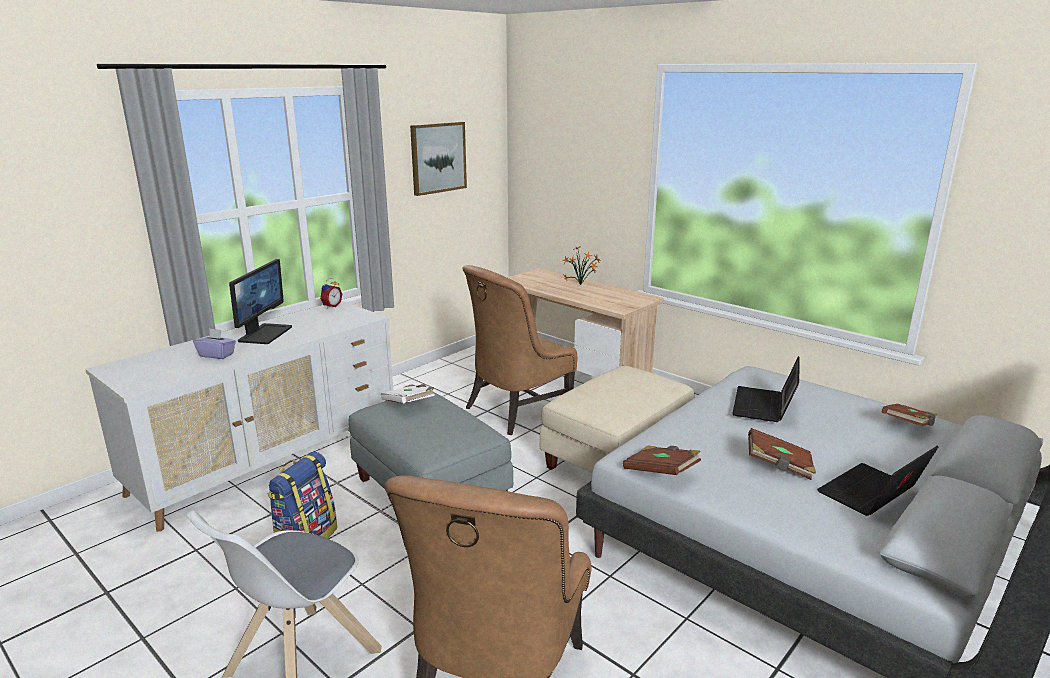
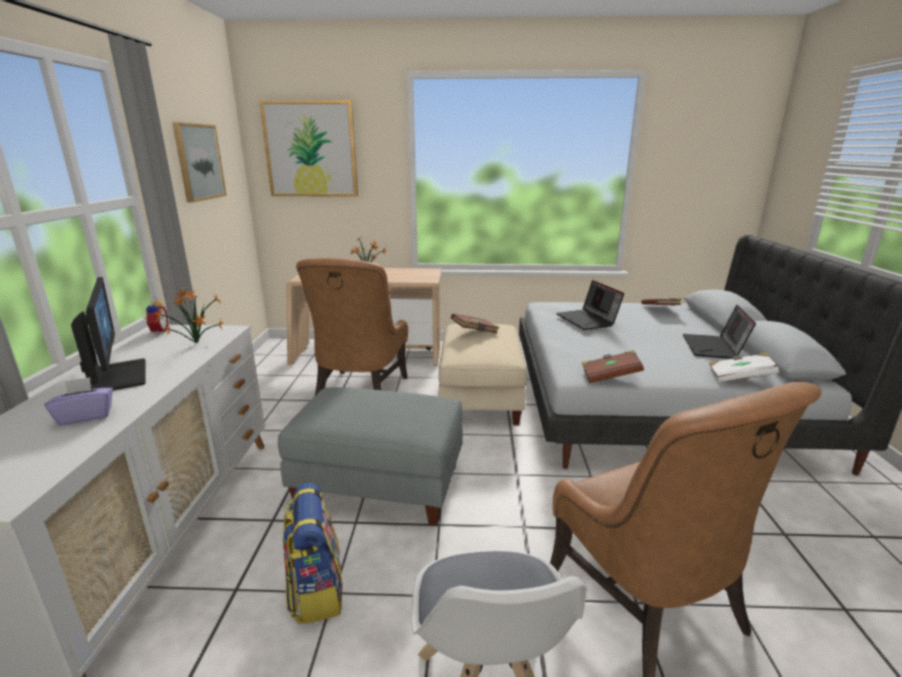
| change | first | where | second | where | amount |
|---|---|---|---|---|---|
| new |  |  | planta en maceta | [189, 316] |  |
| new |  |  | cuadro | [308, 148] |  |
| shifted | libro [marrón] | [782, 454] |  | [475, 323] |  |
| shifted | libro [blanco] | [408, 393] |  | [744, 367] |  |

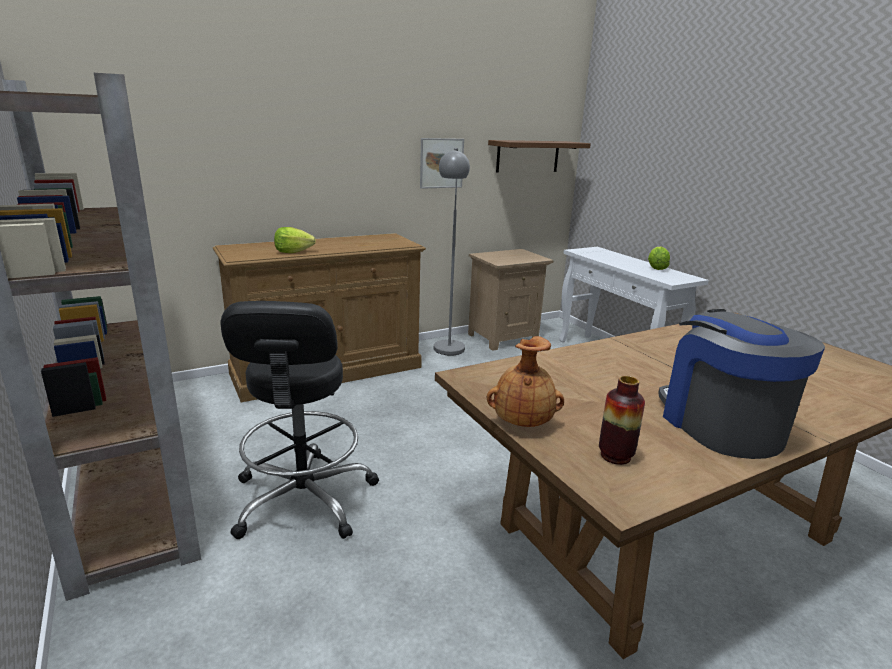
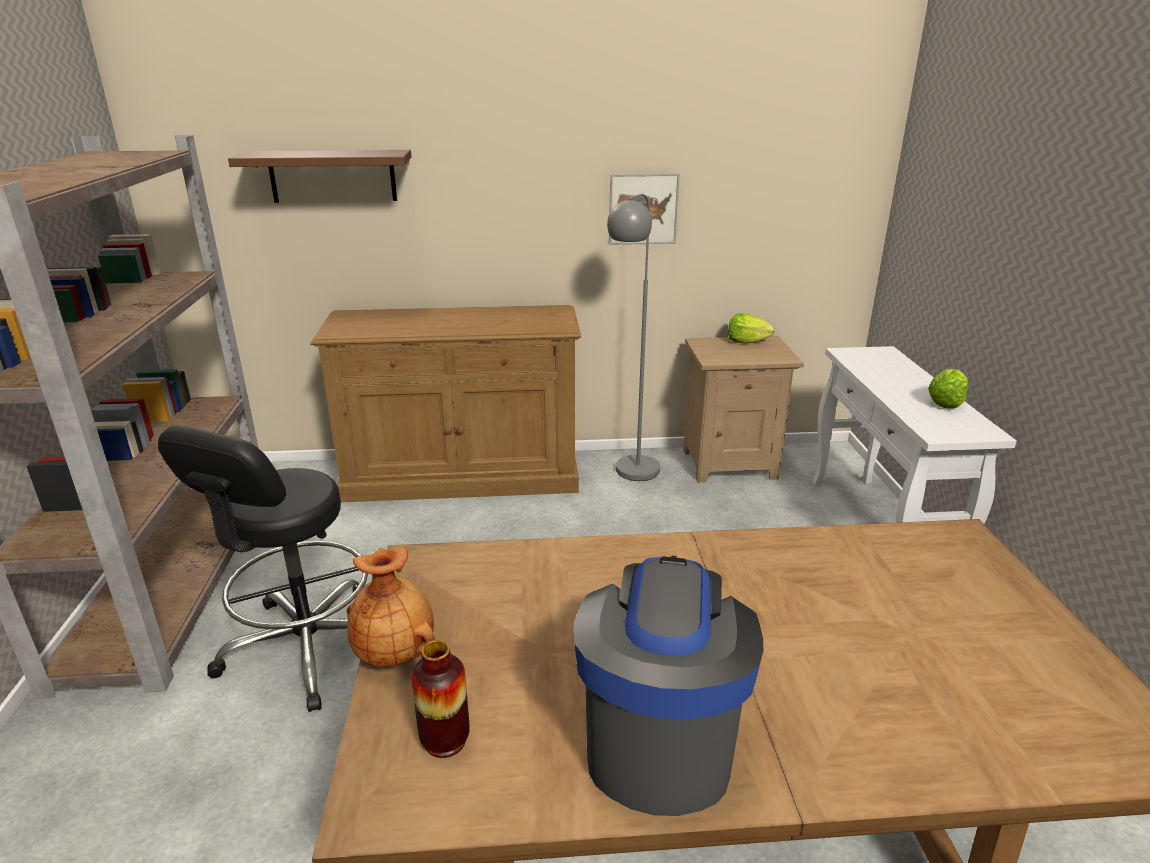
| change | first | where | second | where | amount |
|---|---|---|---|---|---|
| shifted | estante [marrón] | [539, 156] |  | [319, 176] |  |
| shifted | lechuga | [295, 240] |  | [751, 328] |  |

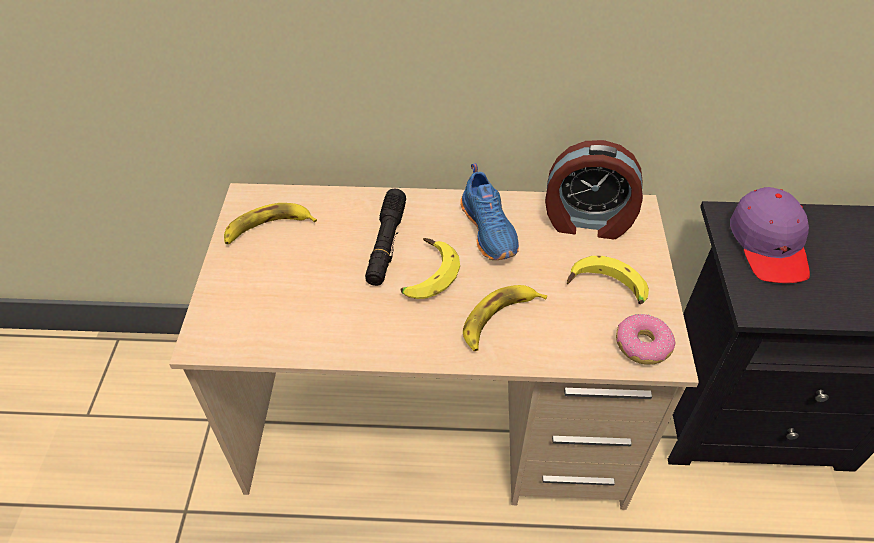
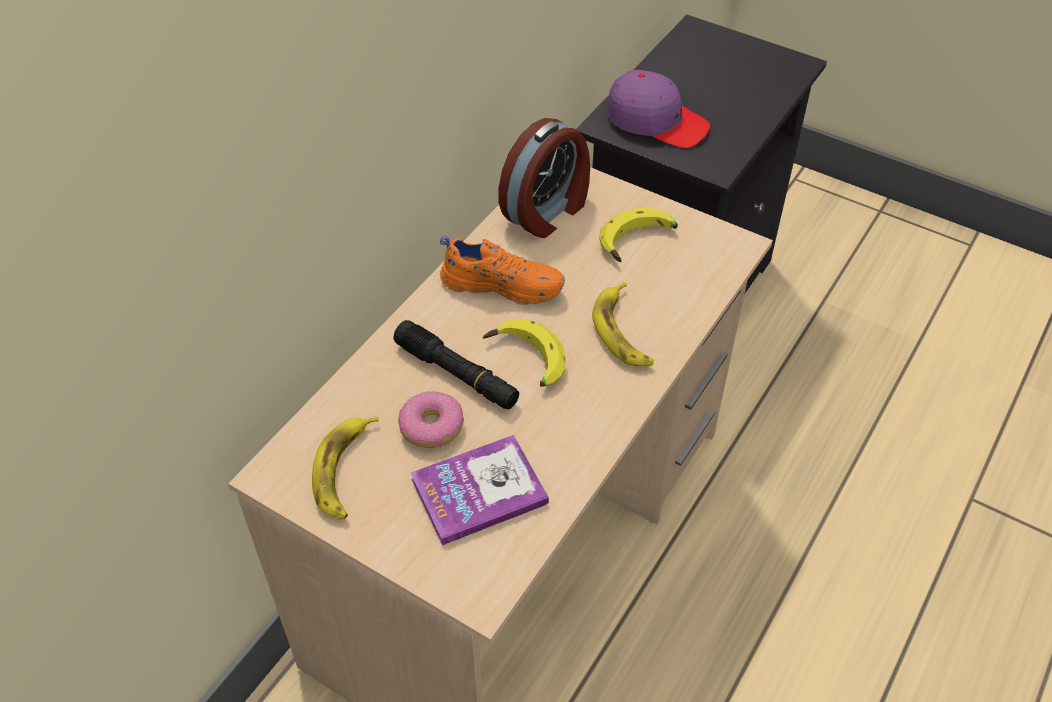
| change | first | where | second | where | amount |
|---|---|---|---|---|---|
| shifted | rosquilla | [645, 339] |  | [431, 419] |  |
| new |  |  | libro | [480, 490] |  |
| repainted | zapato [azul] | [489, 211] | zapato [naranja] | [502, 270] |  |

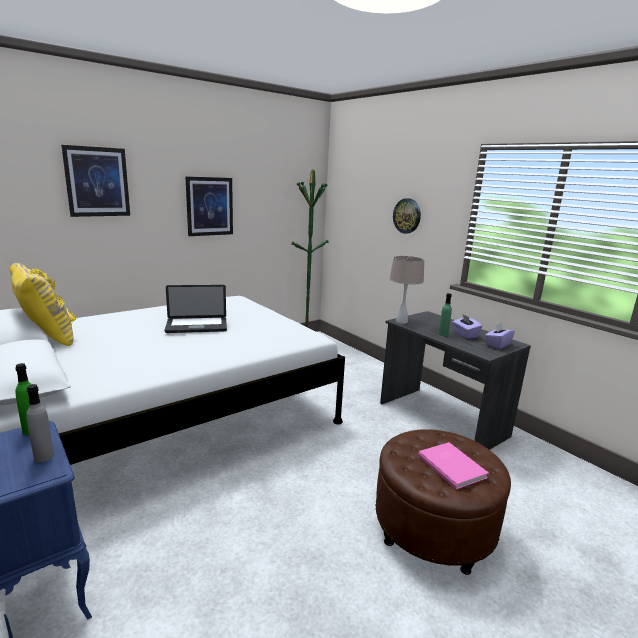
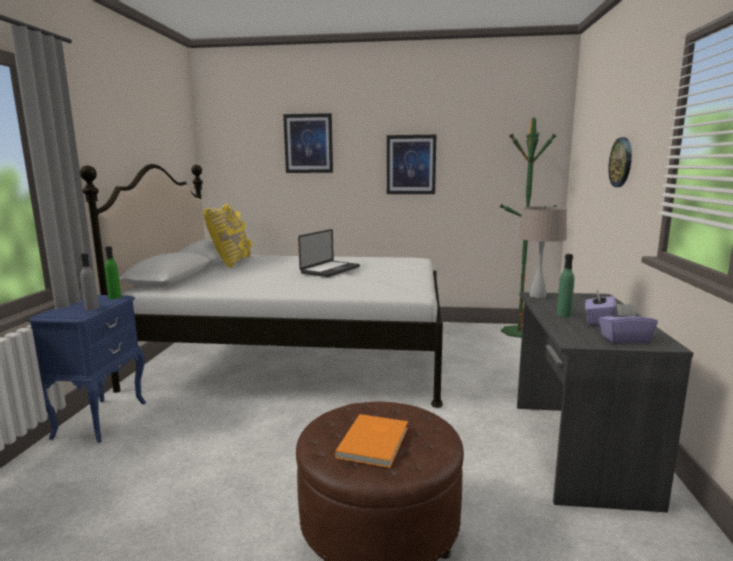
| change | first | where | second | where | amount |
|---|---|---|---|---|---|
| rotated | portátil | [196, 309] |  | [329, 253] | 90 degrees counterclockwise |
| repainted | libro [rosa] | [453, 465] | libro [naranja] | [371, 441] |  |

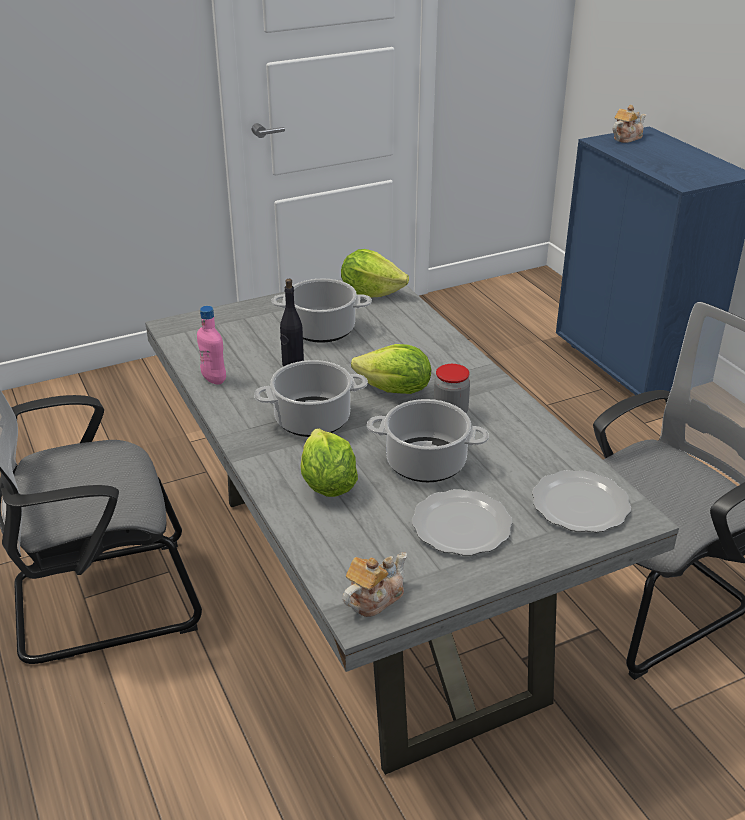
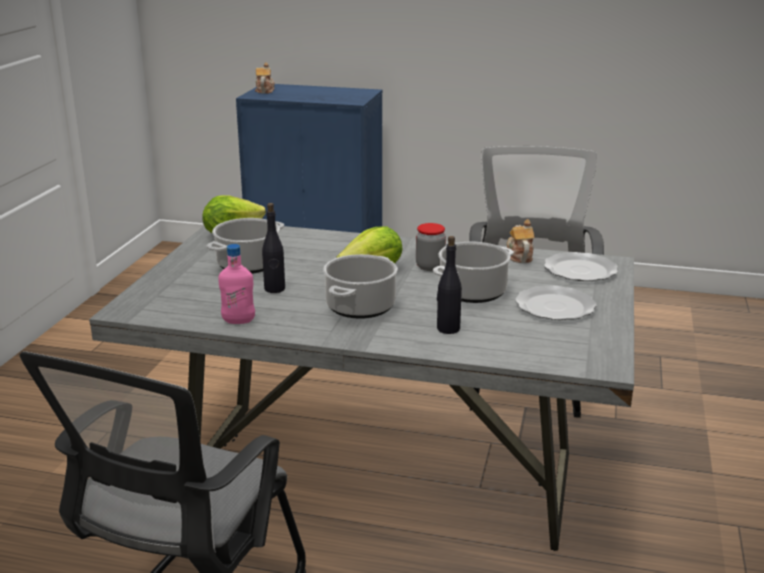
| change | first | where | second | where | amount |
|---|---|---|---|---|---|
| swapped | lechuga | [329, 462] | botella [negro] | [449, 285] |  |
| shifted | tetera | [374, 584] |  | [520, 241] |  |

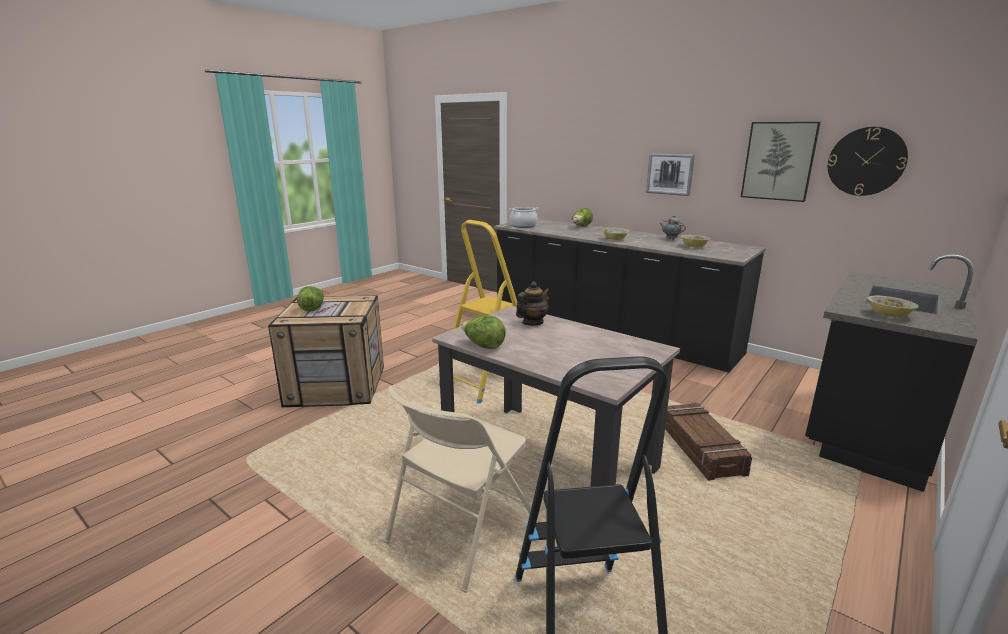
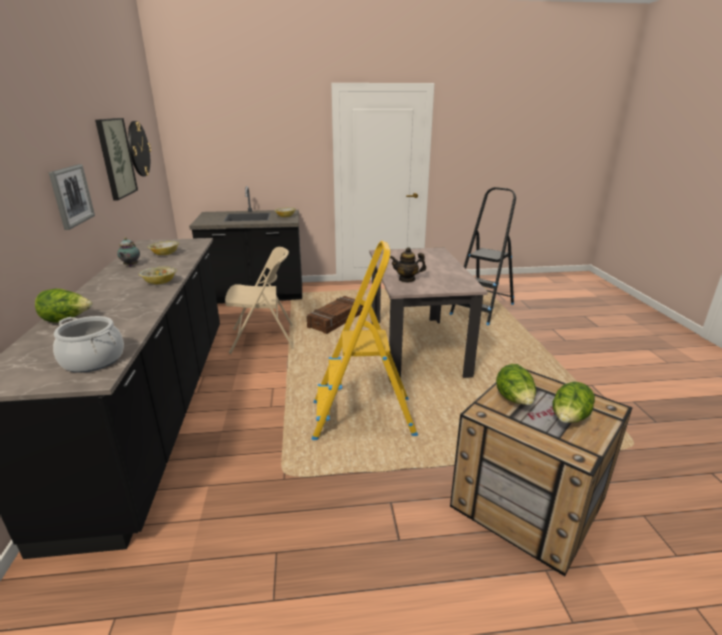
| change | first | where | second | where | amount |
|---|---|---|---|---|---|
| shifted | silla [beis] | [457, 489] |  | [259, 300] |  |
| shifted | lechuga | [483, 332] |  | [516, 384] |  |

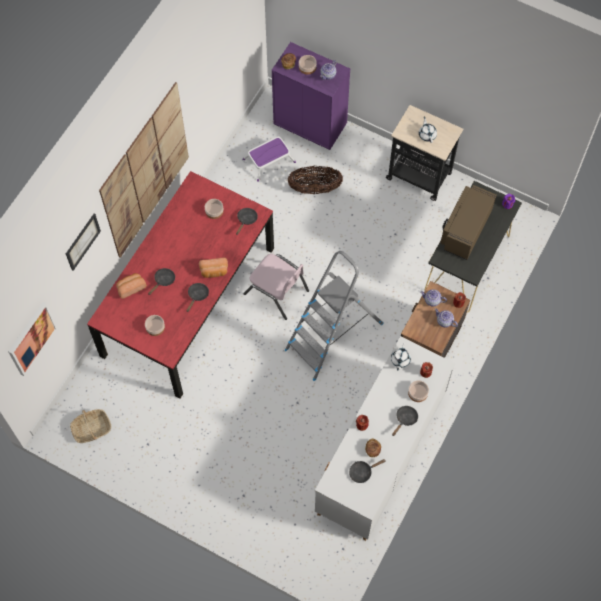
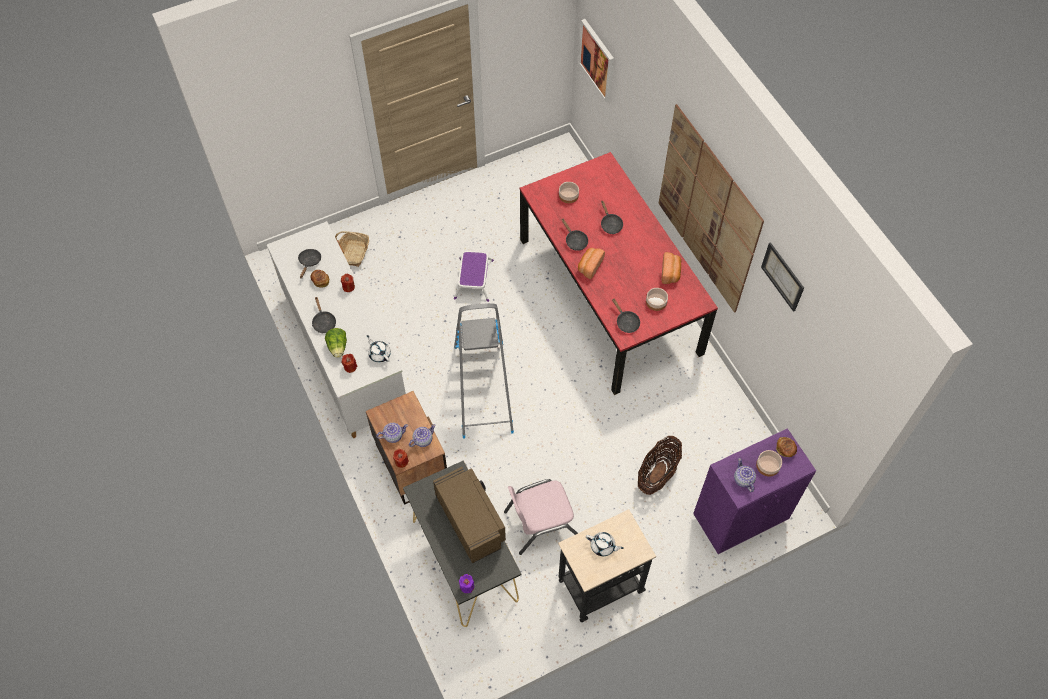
| change | first | where | second | where | amount |
|---|---|---|---|---|---|
| swapped | cuenco | [418, 391] | lechuga | [336, 343] |  |
| shifted | cesta | [90, 426] |  | [352, 249] |  |
| shifted | escalera de tijera [morado] | [269, 159] |  | [474, 276] |  |
| shifted | silla [rosa] | [276, 287] |  | [541, 517] |  |
| shifted | pan | [131, 286] |  | [671, 268] |  |
| shifted | cuadro | [83, 242] |  | [782, 277] |  |

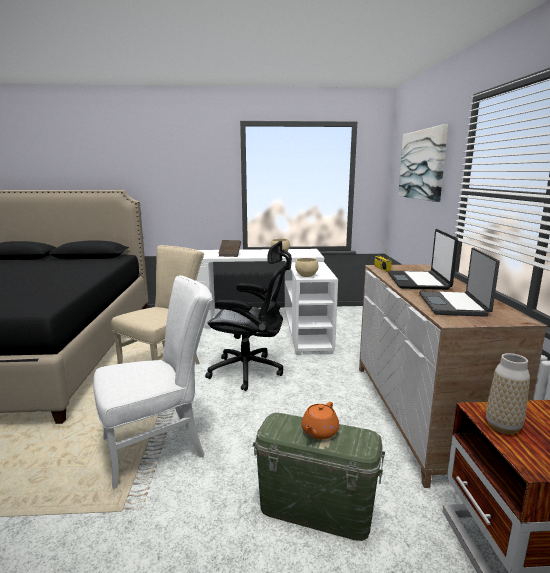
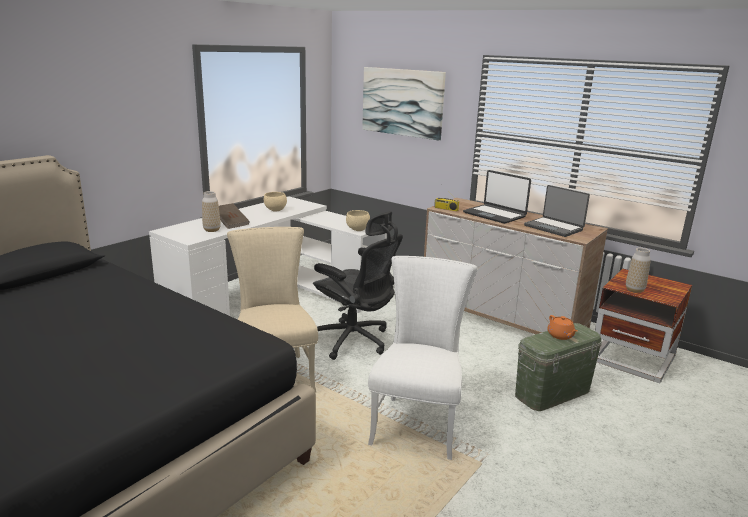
| change | first | where | second | where | amount |
|---|---|---|---|---|---|
| new |  |  | florero | [211, 211] |  |
| rotated | silla de oficina | [248, 316] |  | [358, 285] | 75 degrees clockwise |

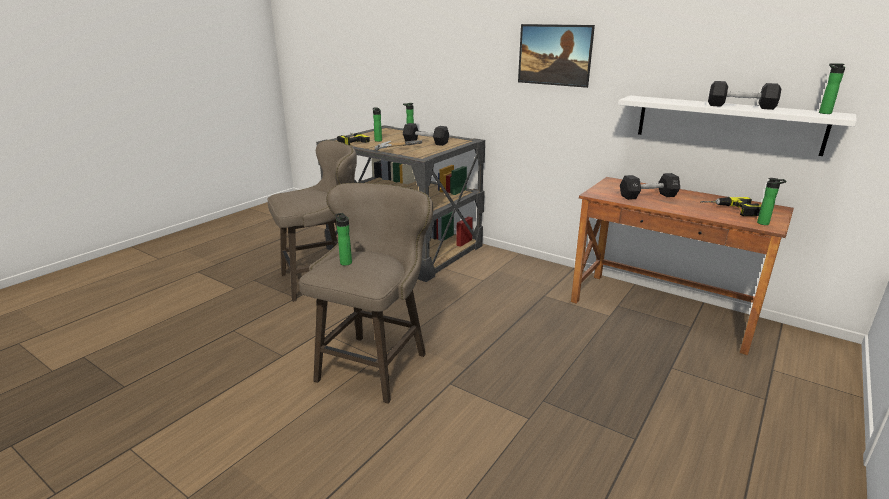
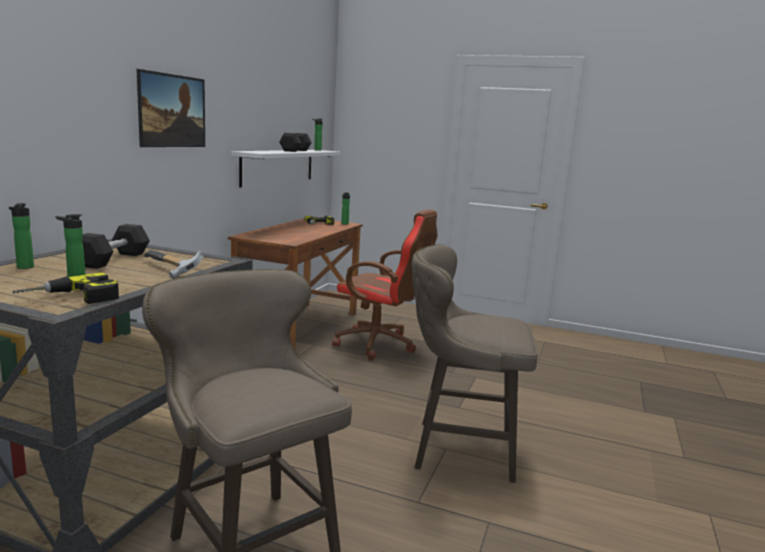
| change | first | where | second | where | amount |
|---|---|---|---|---|---|
| new |  |  | silla de oficina [marrón] | [385, 284] |  |
| gone | botella | [343, 239] |  |  |  |
| gone | mancuerna [negro] | [650, 186] |  |  |  |

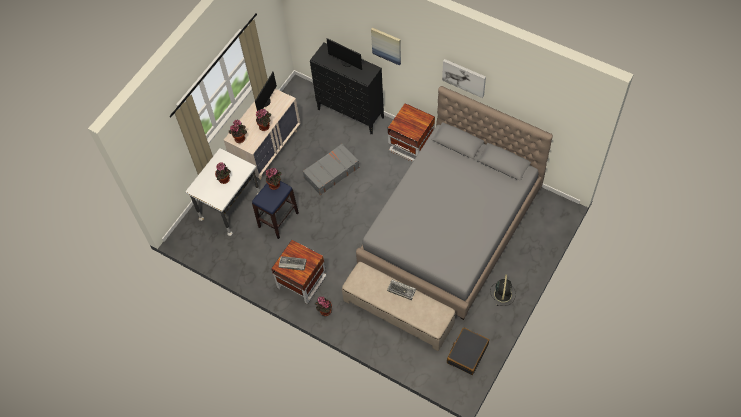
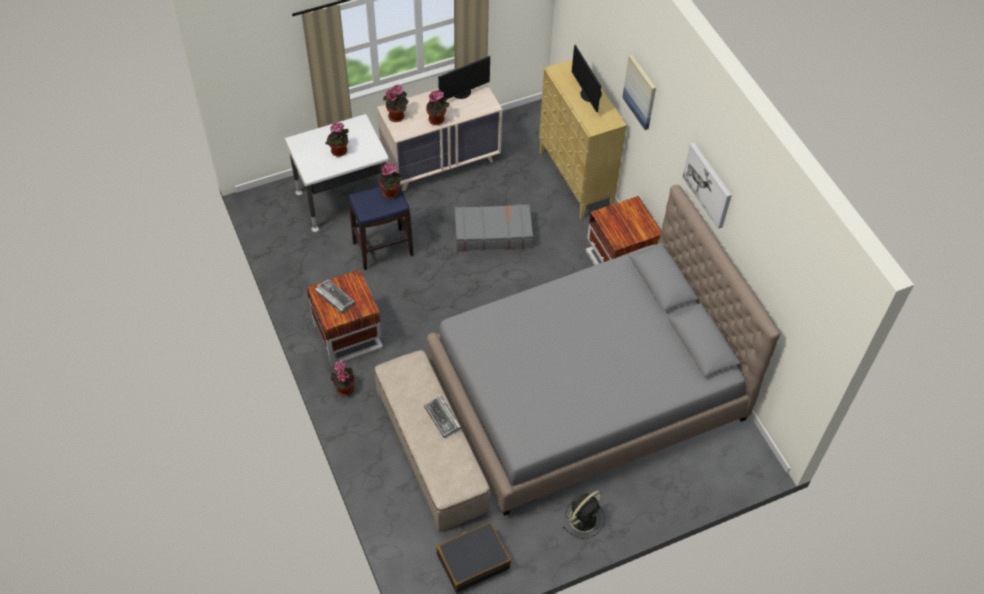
| change | first | where | second | where | amount |
|---|---|---|---|---|---|
| repainted | cómoda [negro] | [347, 89] | cómoda [beis] | [583, 139] |  |

